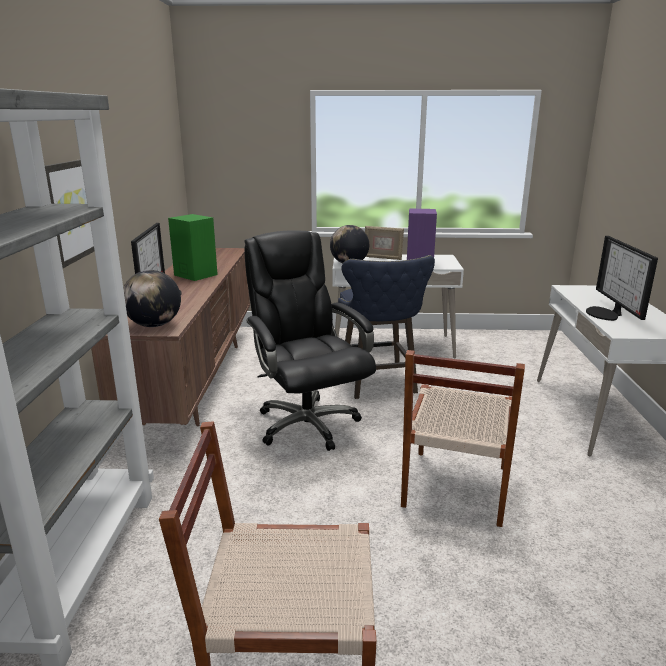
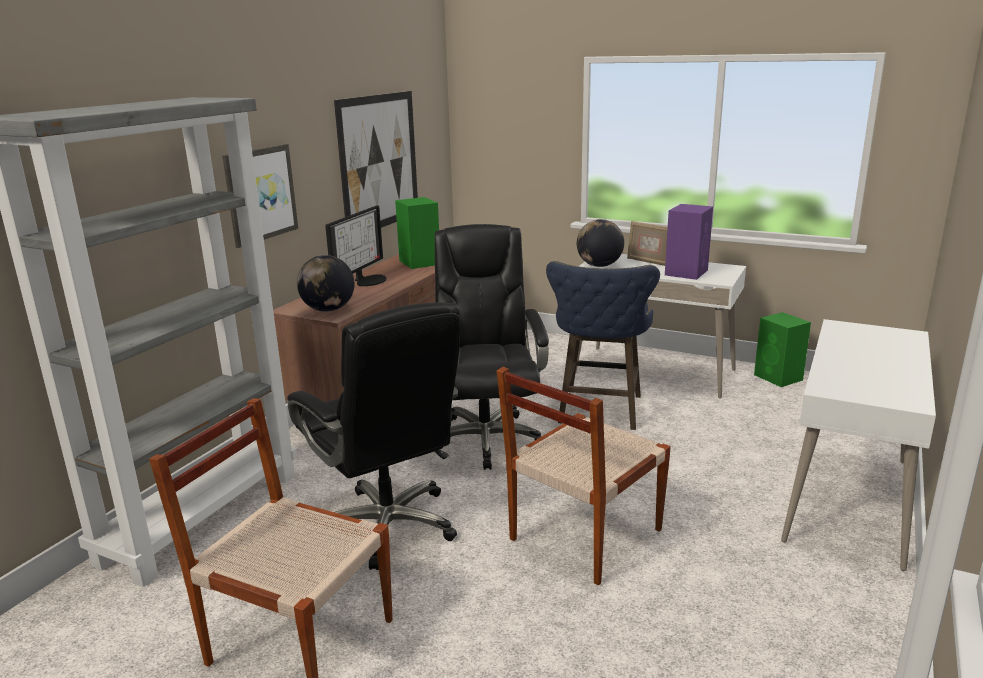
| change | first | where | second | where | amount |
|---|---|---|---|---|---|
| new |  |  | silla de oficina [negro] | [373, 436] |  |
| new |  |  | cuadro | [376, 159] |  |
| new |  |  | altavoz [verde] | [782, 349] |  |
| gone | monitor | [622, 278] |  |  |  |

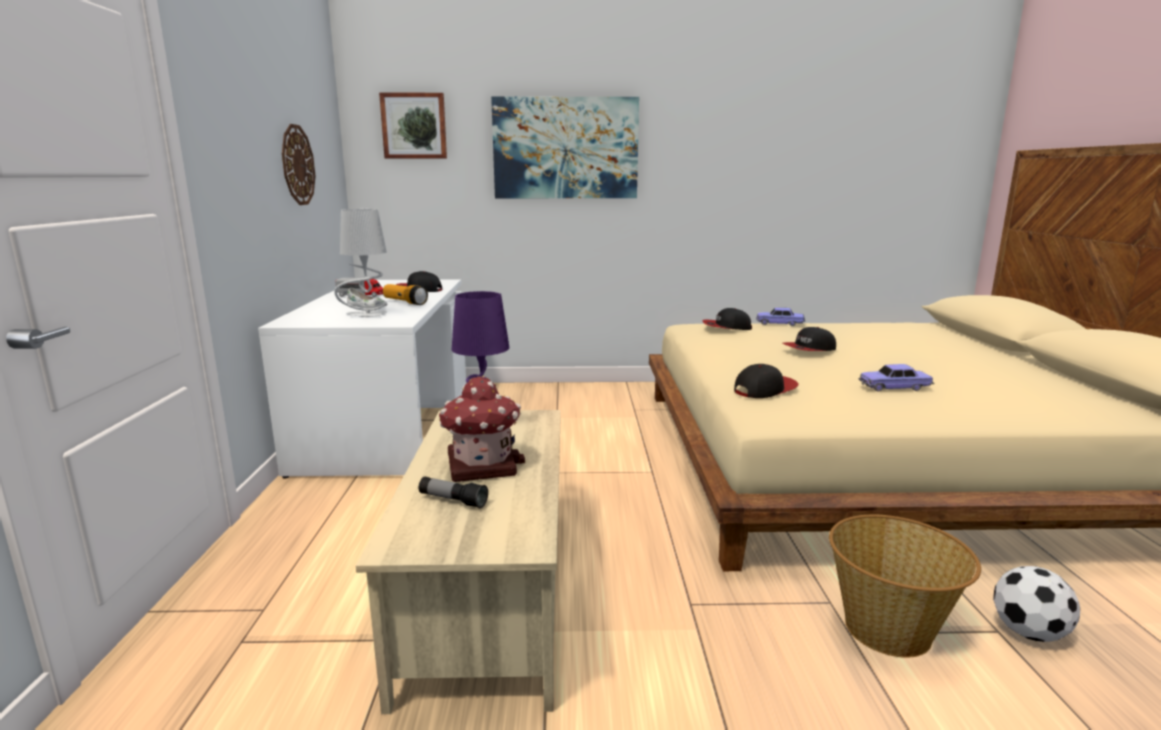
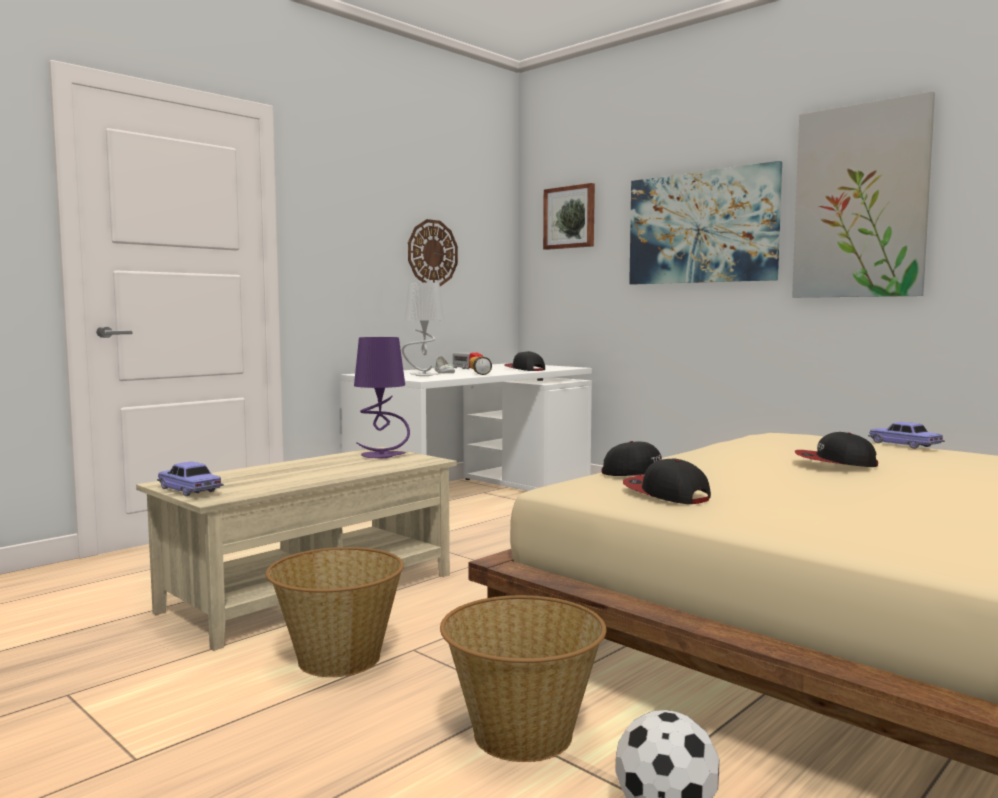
| change | first | where | second | where | amount |
|---|---|---|---|---|---|
| shifted | coche de juguete | [896, 378] |  | [190, 479] |  |
| new |  |  | cesta | [335, 612] |  |
| shifted | gorra | [727, 319] |  | [667, 481] |  |
| new |  |  | cuadro | [863, 194] |  |
| gone | linterna | [453, 492] |  |  |  |
| gone | casita | [482, 429] |  |  |  |

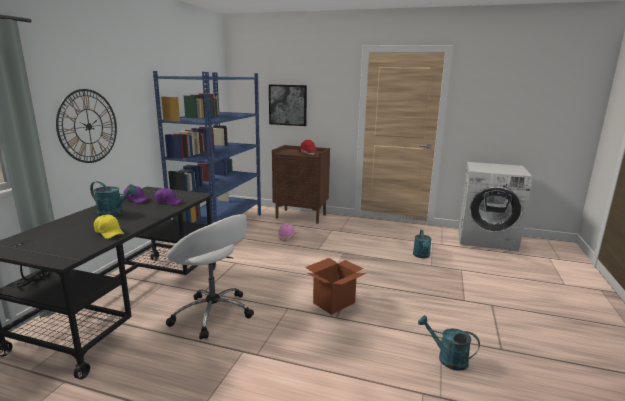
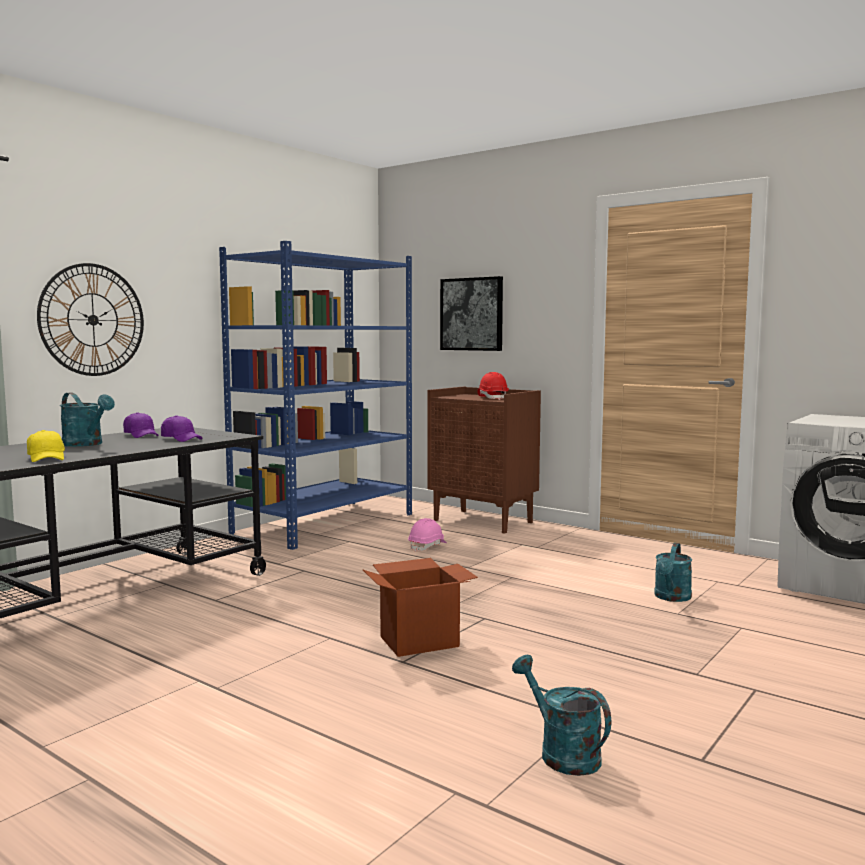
| change | first | where | second | where | amount |
|---|---|---|---|---|---|
| gone | silla de oficina [blanco] | [210, 276] |  |  |  |

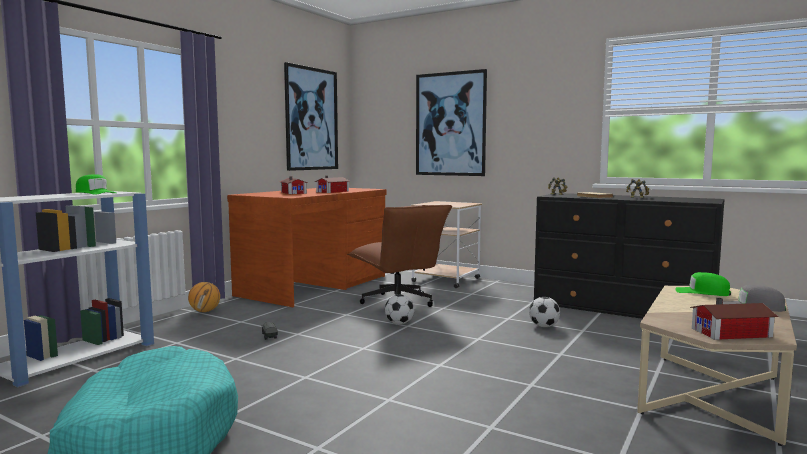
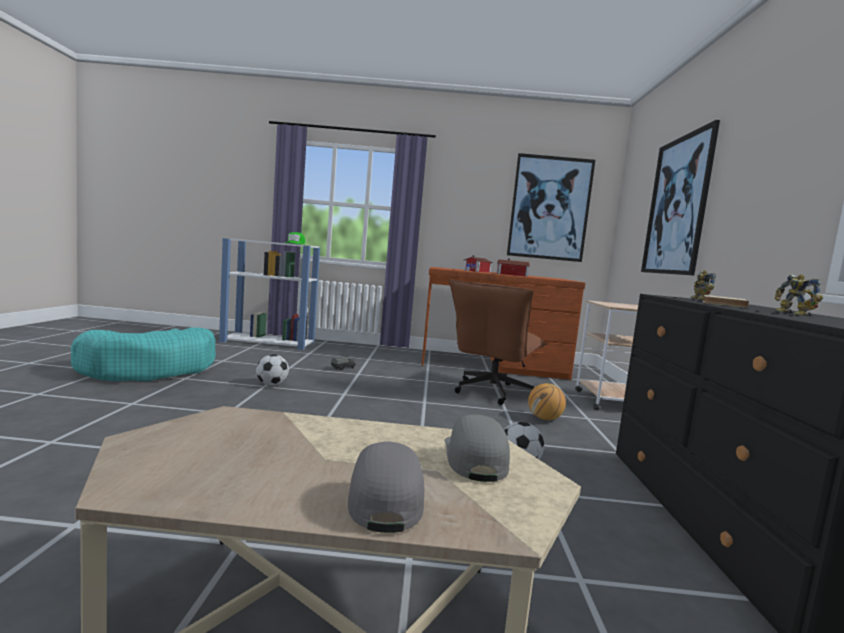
| change | first | where | second | where | amount |
|---|---|---|---|---|---|
| shifted | balón de fútbol | [400, 309] |  | [272, 370] |  |
| repainted | gorra [verde] | [703, 284] | gorra [gris] | [477, 448] |  |
| shifted | balón de baloncesto | [204, 297] |  | [547, 401] |  |
| gone | casita | [734, 319] |  |  |  |

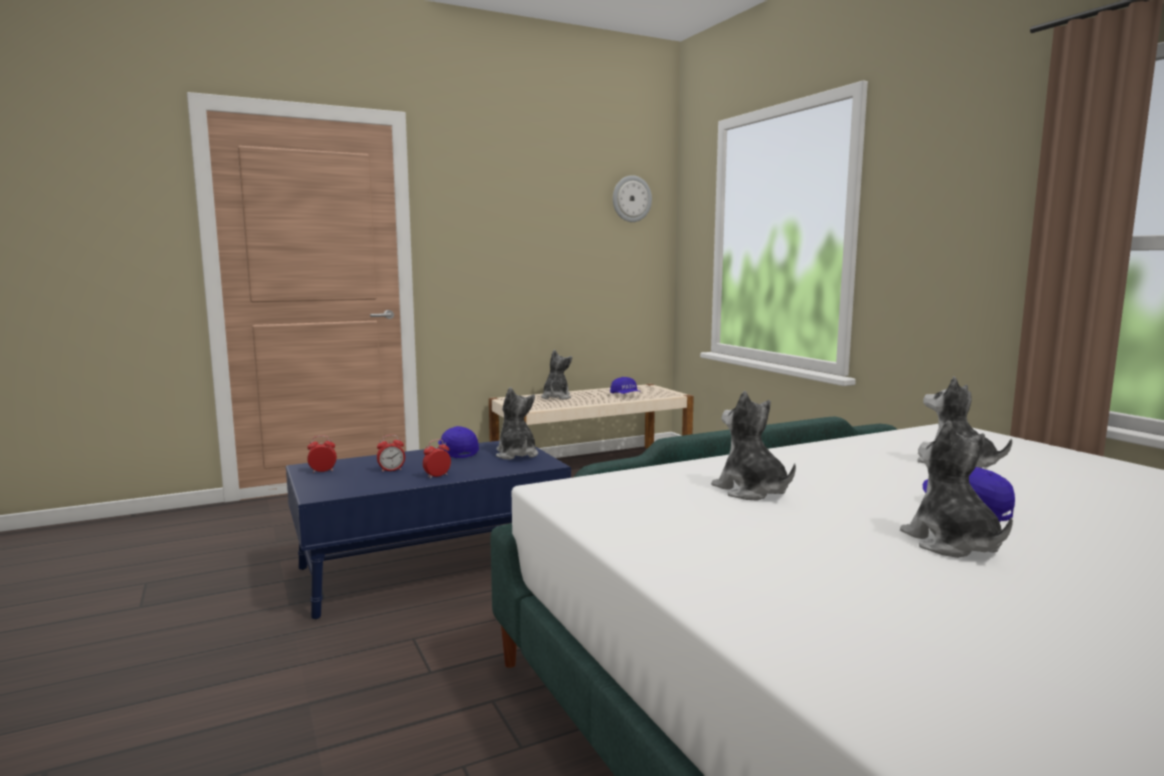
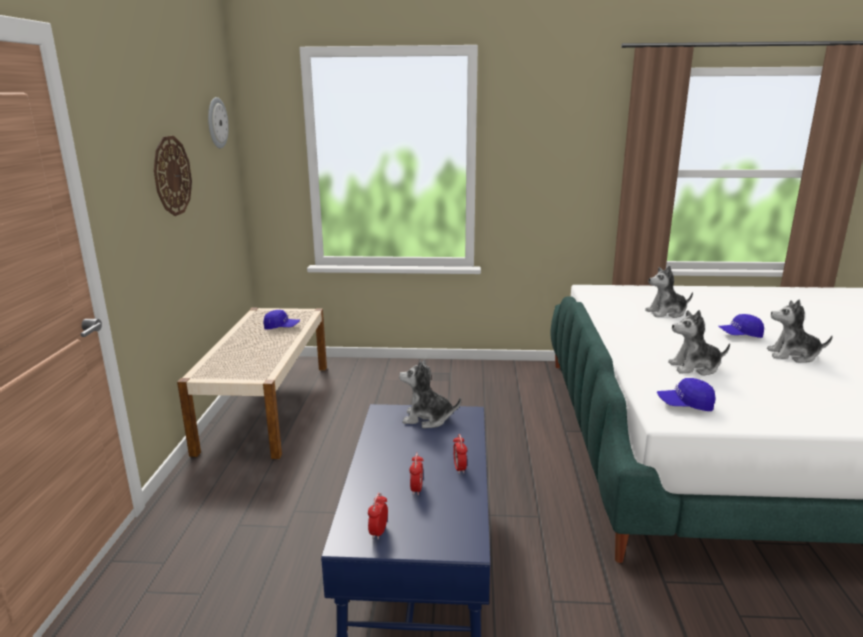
| change | first | where | second | where | amount |
|---|---|---|---|---|---|
| new |  |  | reloj de pared | [173, 176] |  |
| shifted | gorra [azul] | [458, 442] |  | [686, 394] |  |
| gone | peluche | [556, 375] |  |  |  |

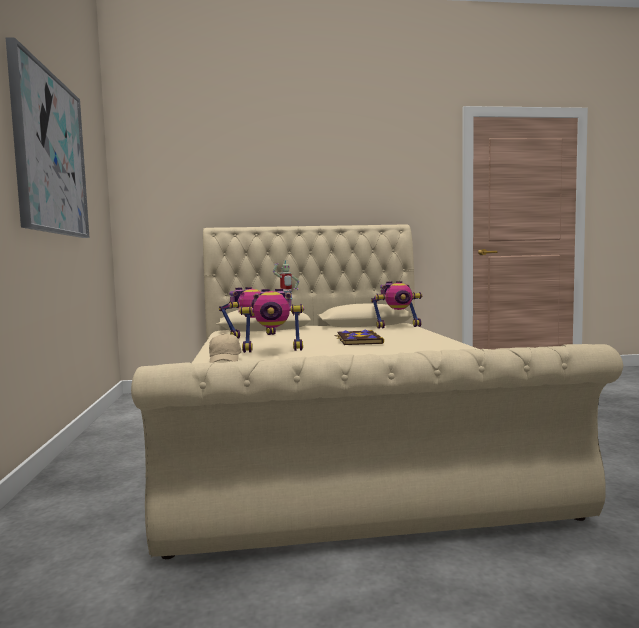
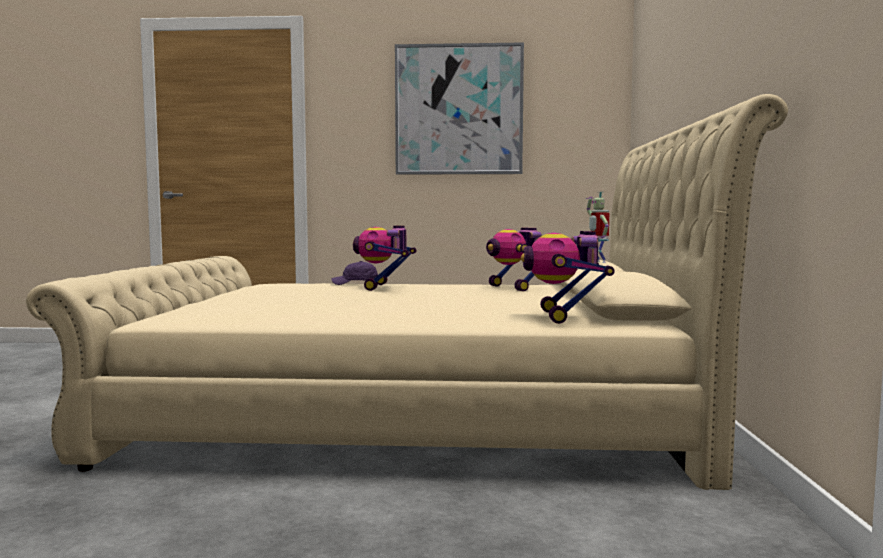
| change | first | where | second | where | amount |
|---|---|---|---|---|---|
| repainted | gorra [beis] | [225, 348] | gorra [morado] | [354, 273] |  |
| gone | libro | [359, 337] |  |  |  |

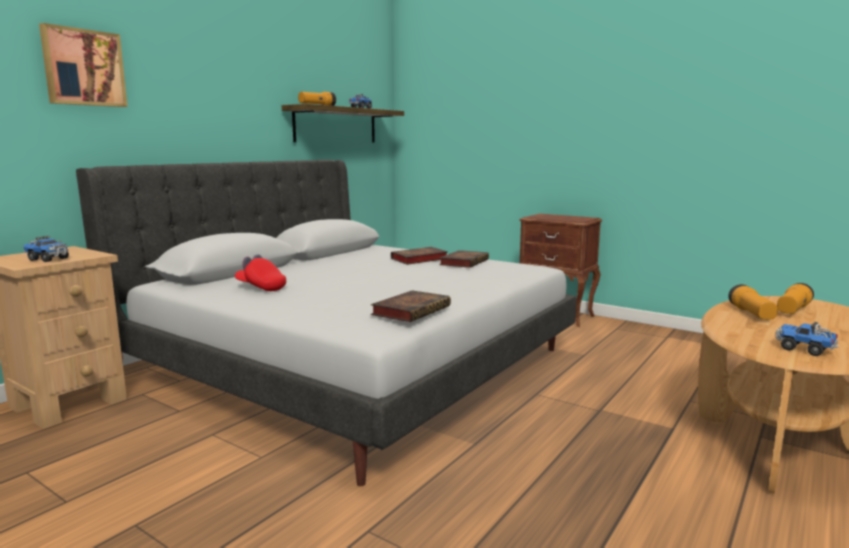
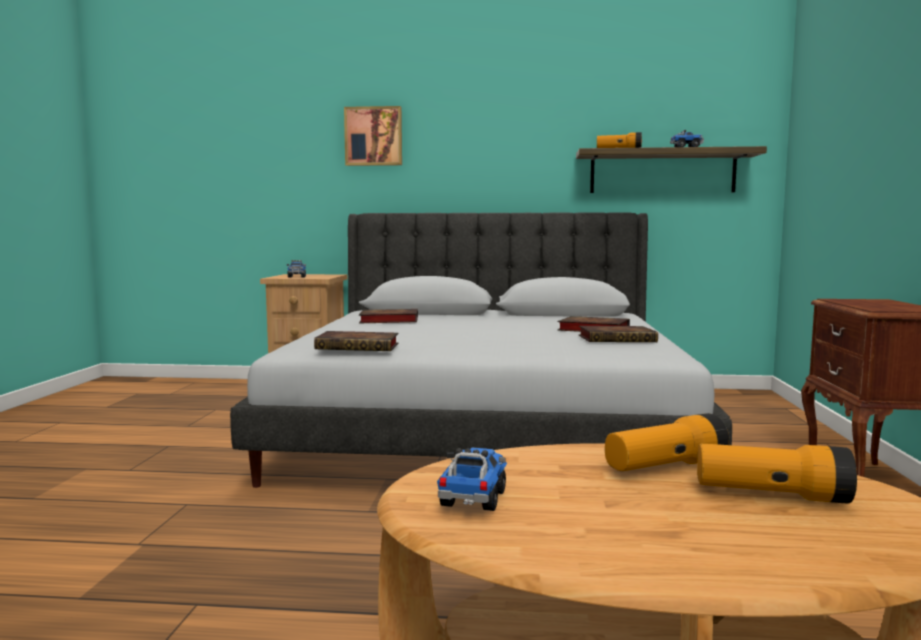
| change | first | where | second | where | amount |
|---|---|---|---|---|---|
| swapped | gorra [rojo] | [260, 272] | libro | [388, 316] |  |

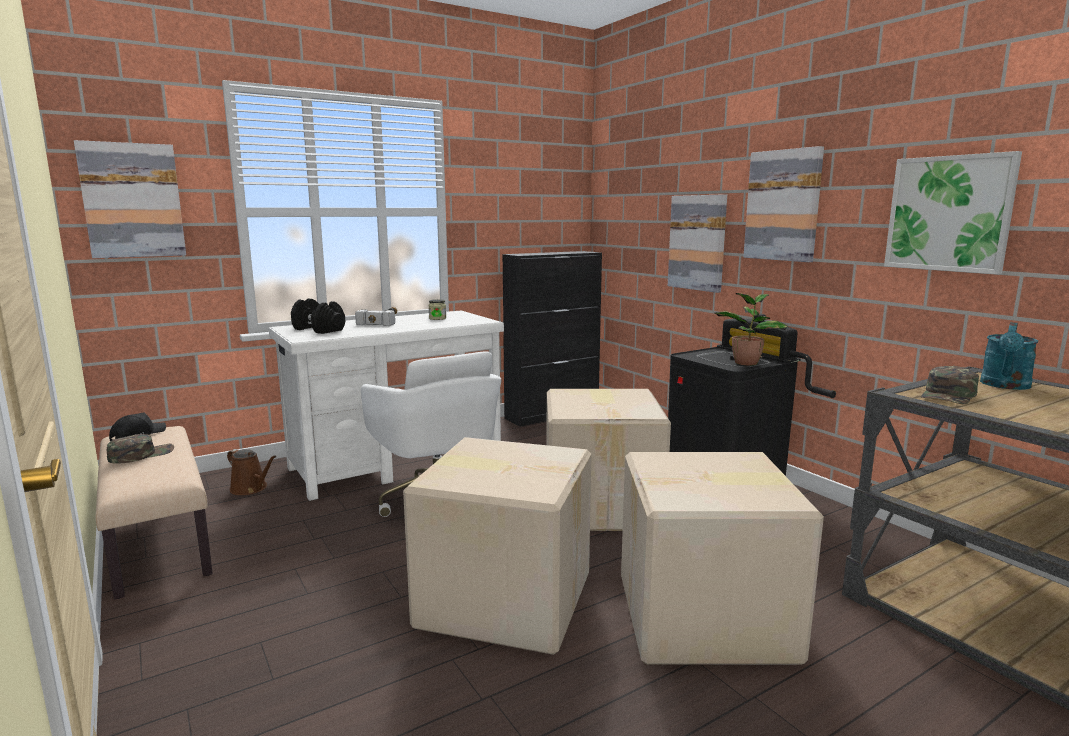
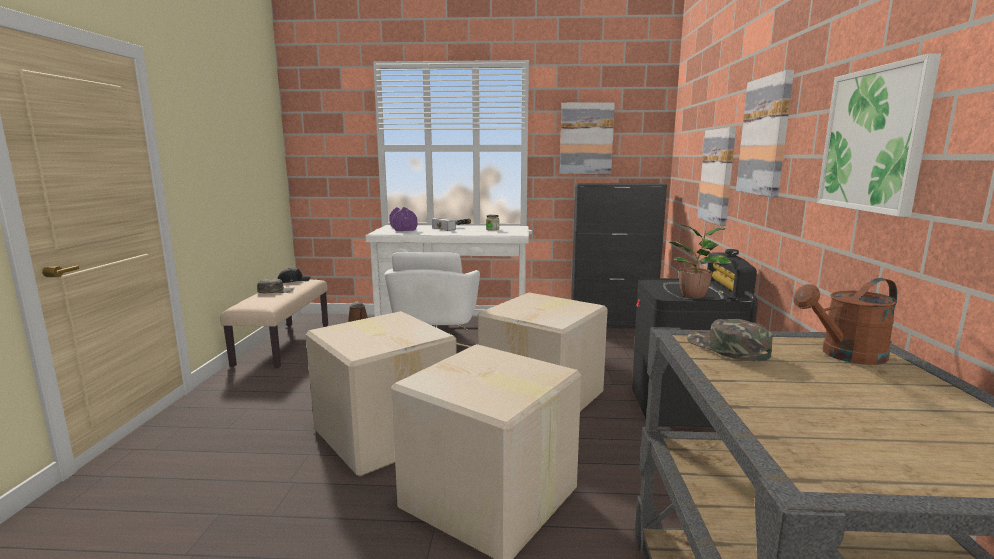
| change | first | where | second | where | amount |
|---|---|---|---|---|---|
| repainted | mancuerna [negro] | [318, 316] | mancuerna [morado] | [403, 219] |  |
| shifted | cuadro | [130, 199] |  | [587, 138] |  |
| rotated | gorra [verde] | [950, 385] |  | [730, 340] | 75 degrees clockwise |
| repainted | regadera [turquesa] | [1009, 356] | regadera [marrón] | [845, 321] |  |

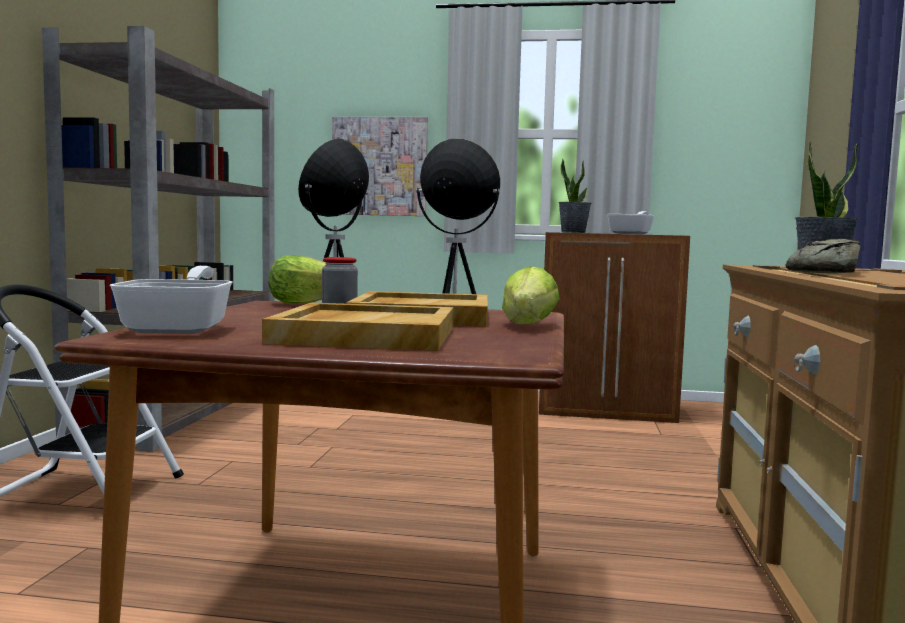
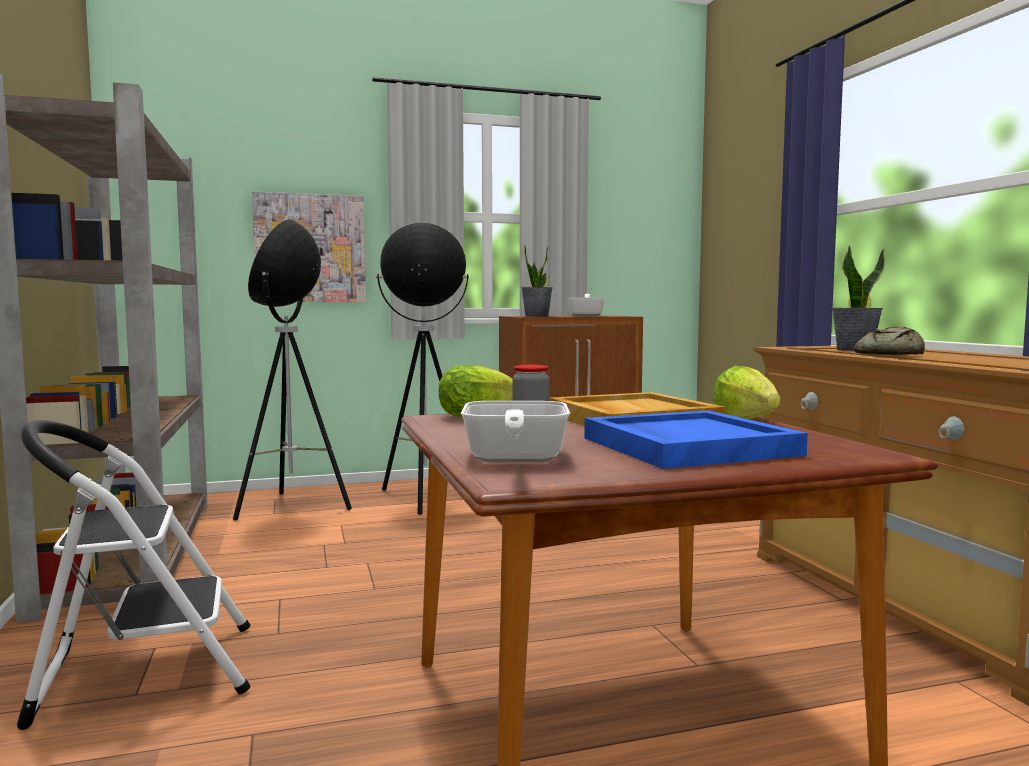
| change | first | where | second | where | amount |
|---|---|---|---|---|---|
| rotated | sartén | [171, 300] |  | [515, 431] | 150 degrees counterclockwise |
| repainted | bandeja [beis] | [358, 327] | bandeja [azul] | [696, 440] |  |

